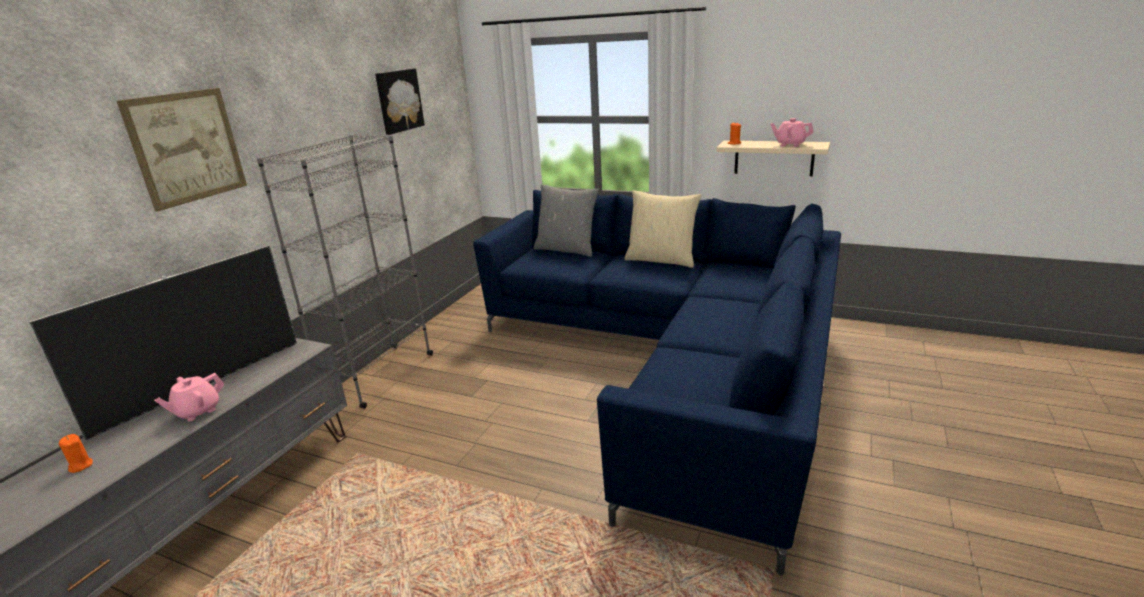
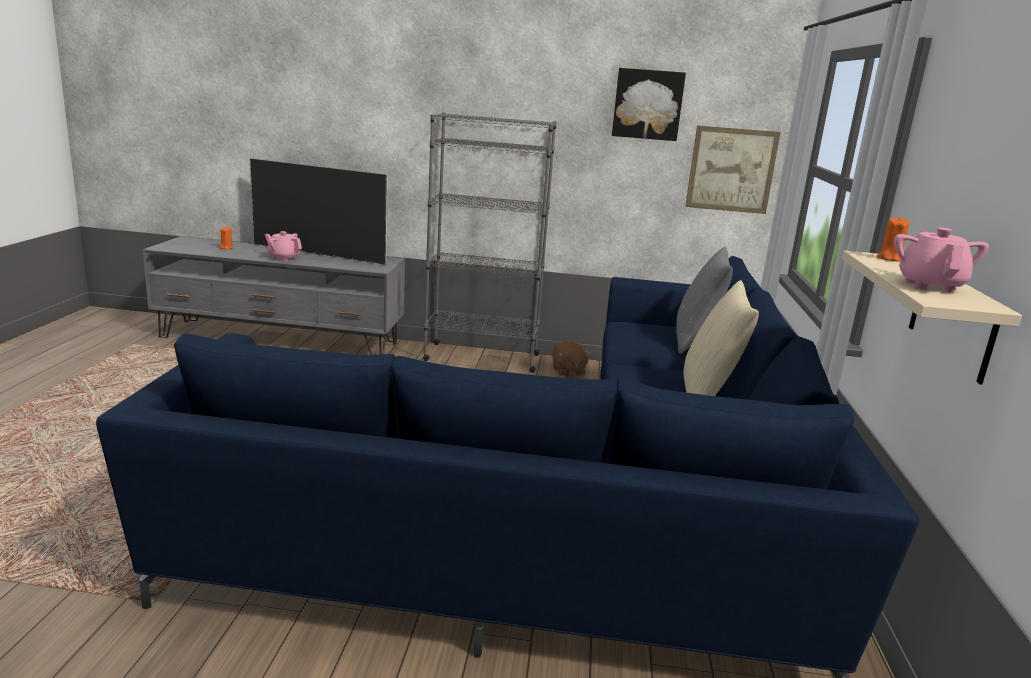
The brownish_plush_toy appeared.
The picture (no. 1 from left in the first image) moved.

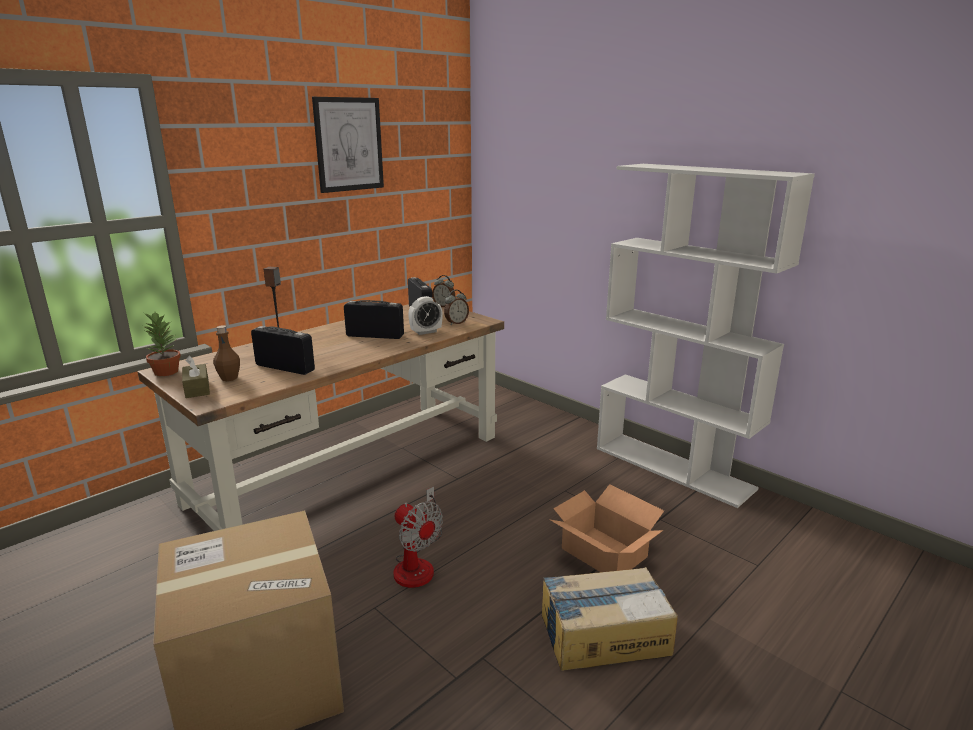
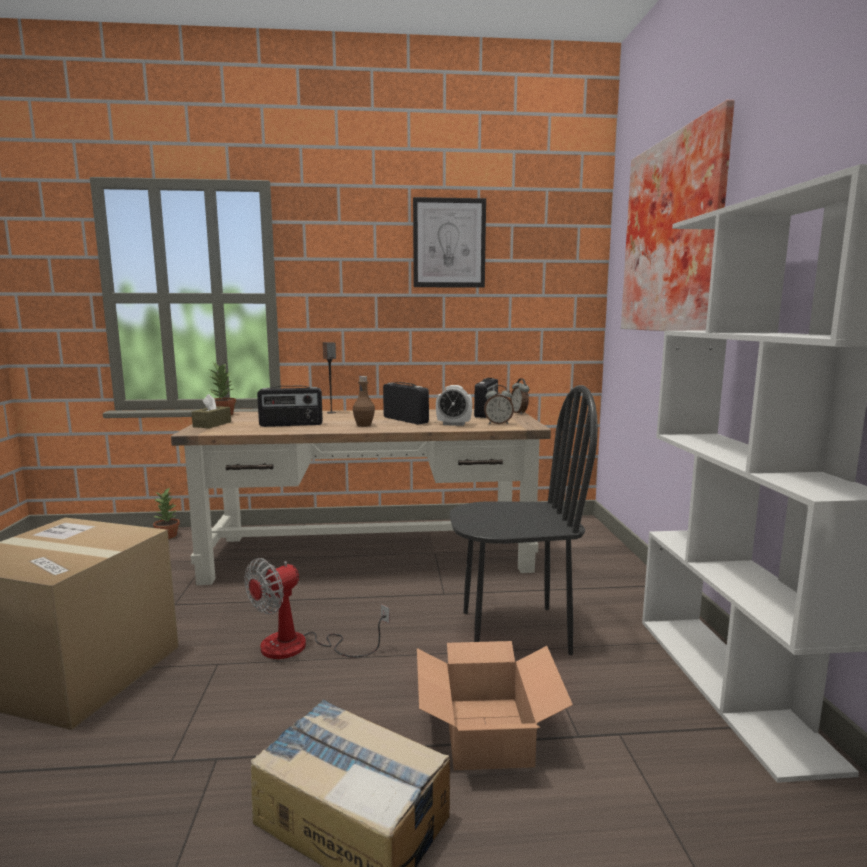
The houseplant (no. 1 from left) appeared.
The blackish_plain_chair appeared.
The picture (no. 2 from left) appeared.
The brownish_drink_bottle moved.
The radio_set (no. 1 from left) turned 105 degrees clockwise.
The cooling_fan turned 45 degrees clockwise.

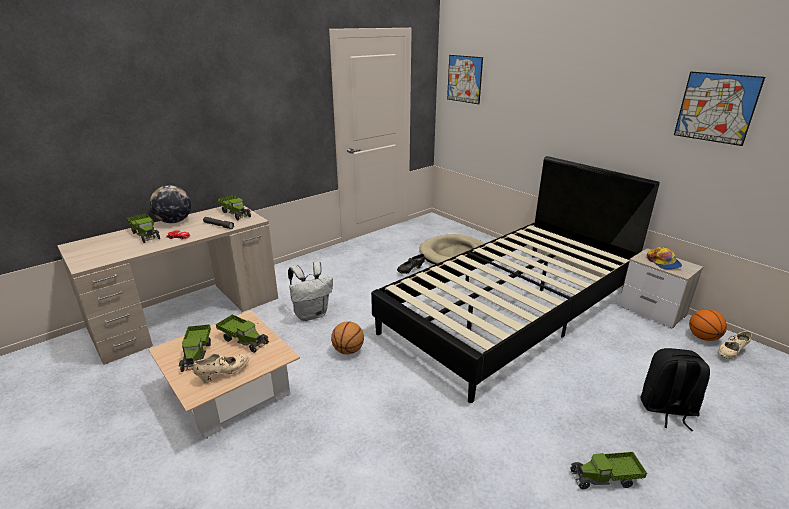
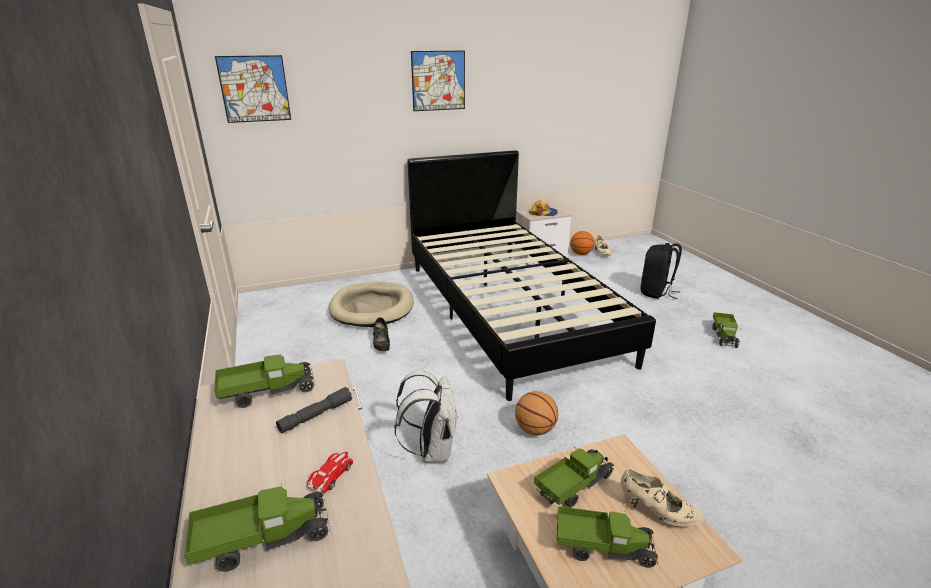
The desk_globe disappeared.
The picture (no. 2 from left) moved.
The sand-coloured_item_of_footwear (no. 1 from left in the first image) turned 135 degrees clockwise.

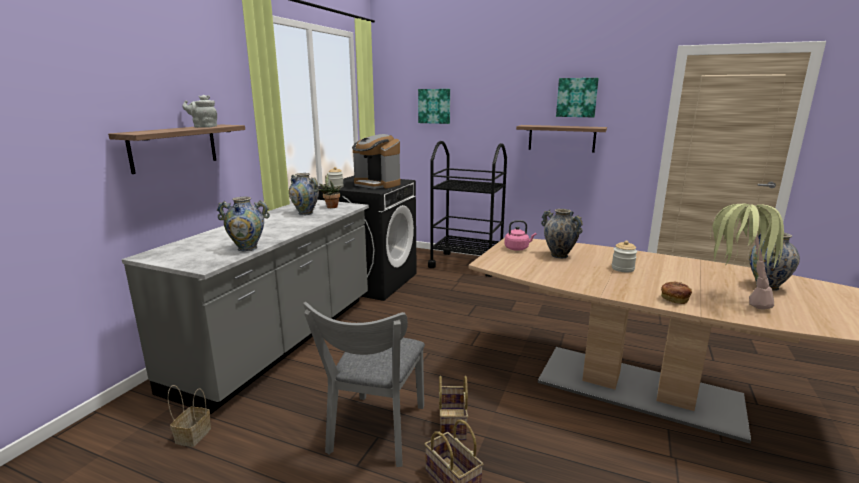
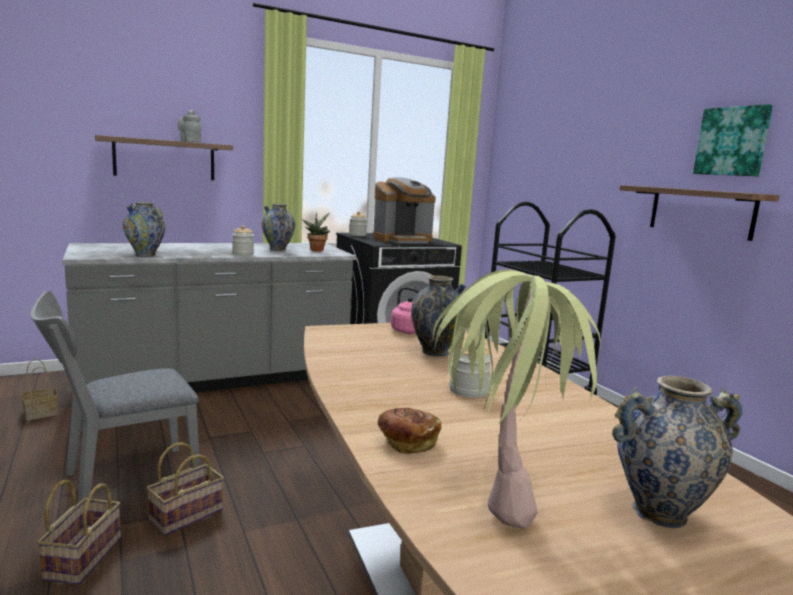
The picture (no. 1 from left) disappeared.
The preserve_jar (no. 1 from left) appeared.
The coffee_machine turned 105 degrees counterclockwise.

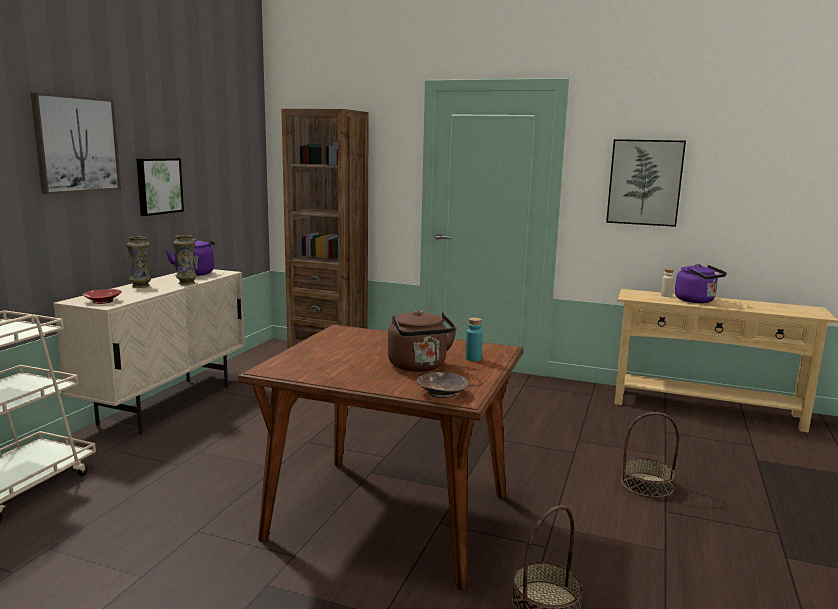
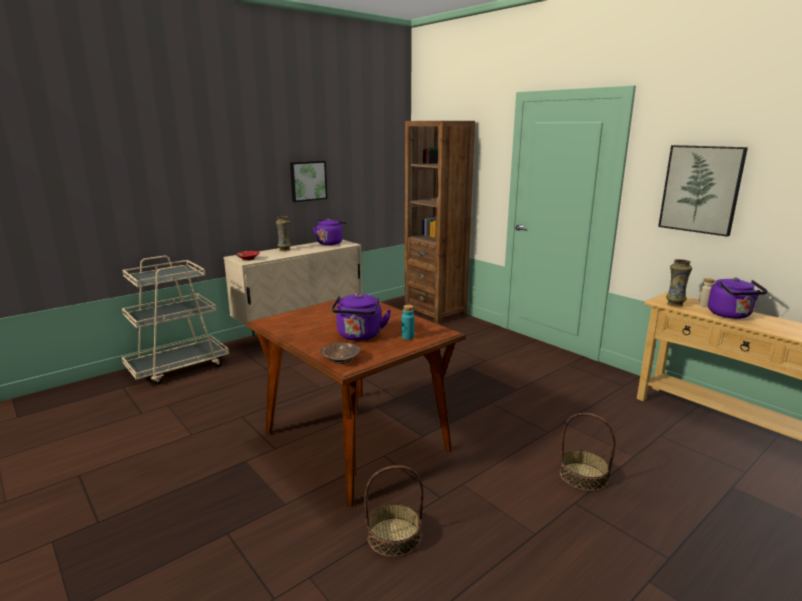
The picture (no. 1 from left) disappeared.
The vase (no. 2 from left) moved.
The brownish_water_kettle became the purple_water_kettle (no. 2 from left).

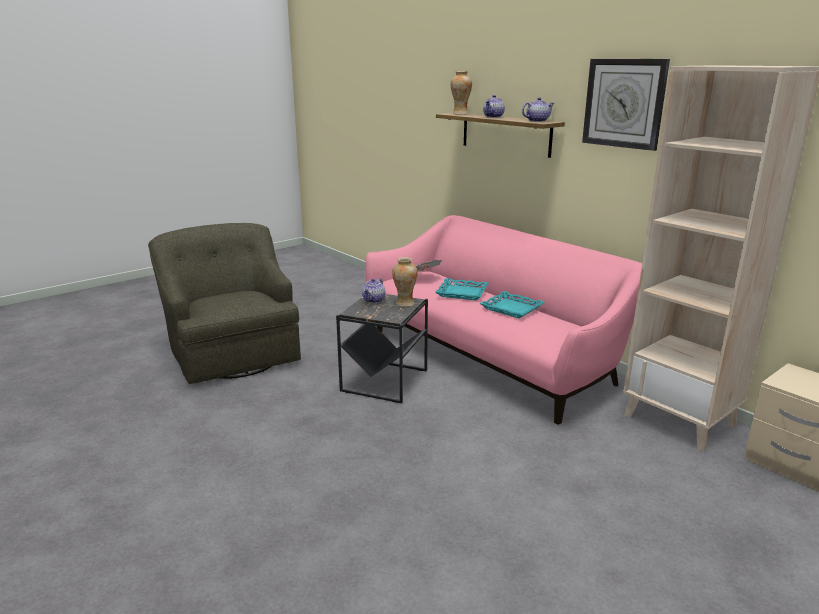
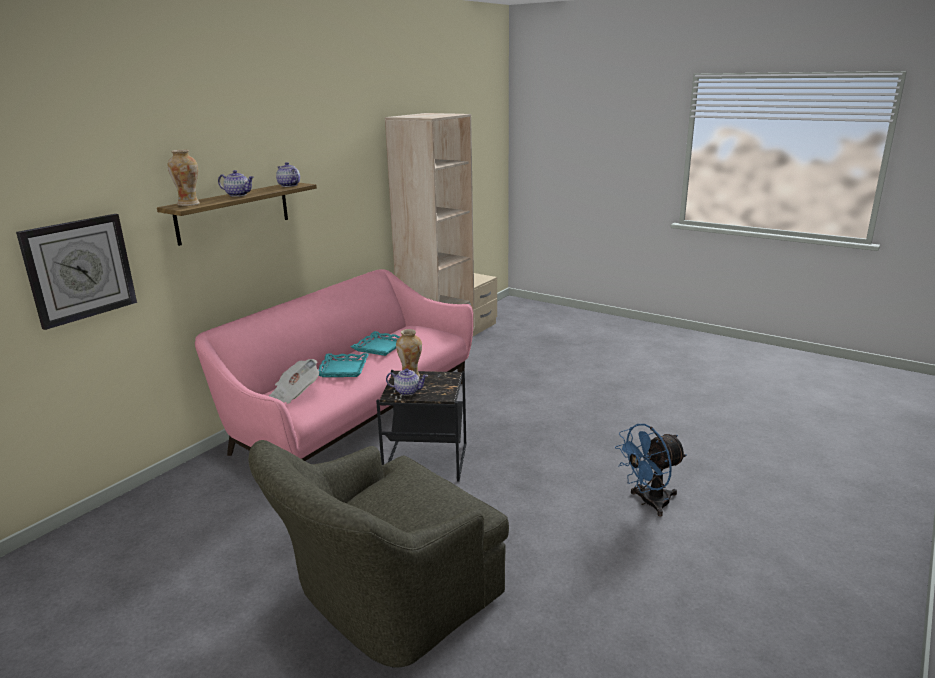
The bluish_cooling_fan appeared.
The wall_clock moved.

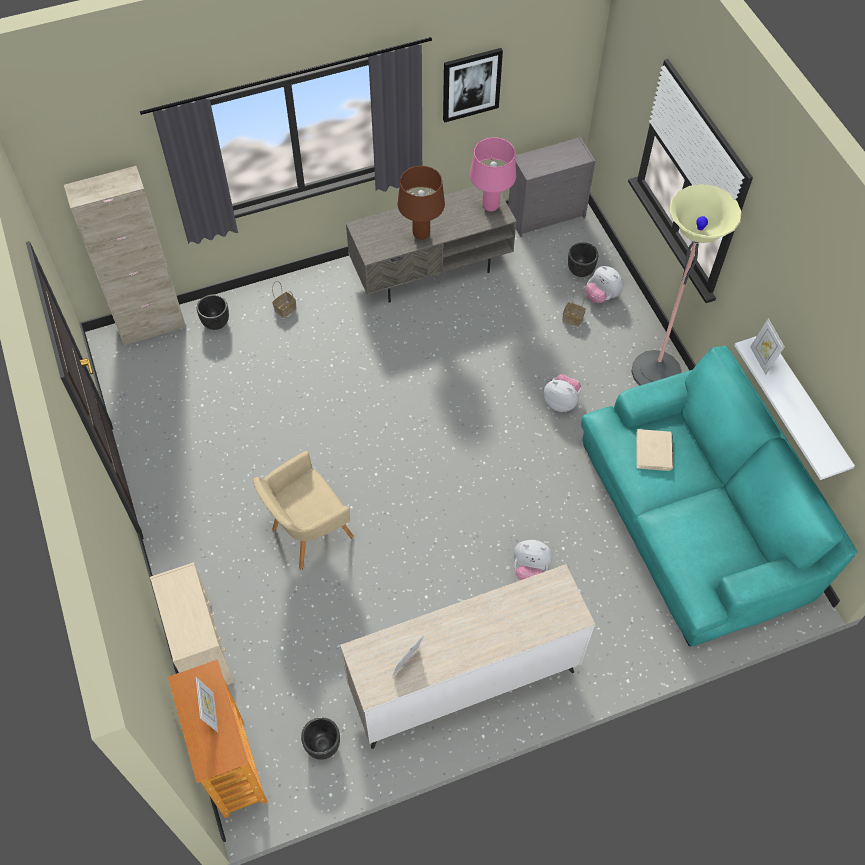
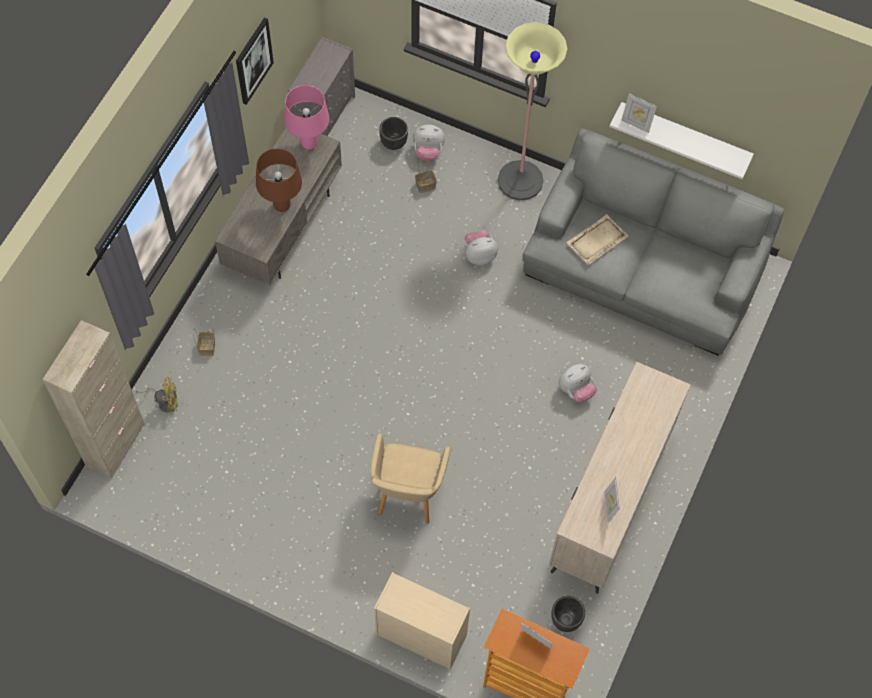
The blackish_planter (no. 1 from left) was replaced by the yellow-coloured_cooling_fan.
The sand-coloured_book was replaced by the sand-coloured_carrying_tray.
The turquoise-coloured_sofa became the gray_sofa.

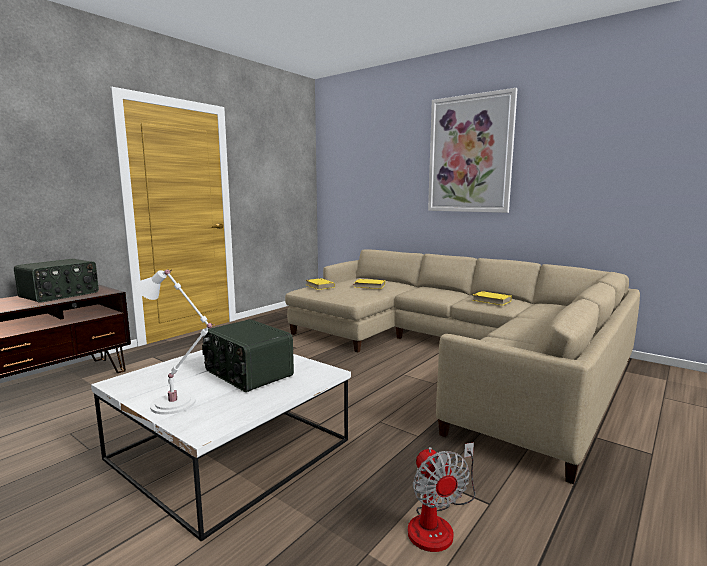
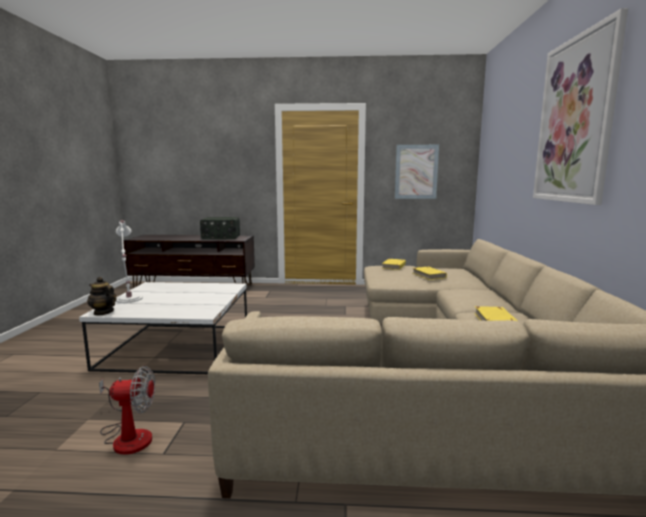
The radio_set (no. 2 from left) disappeared.
The pot_for_tea appeared.
The picture (no. 1 from left) appeared.
The cooling_fan turned 135 degrees counterclockwise.

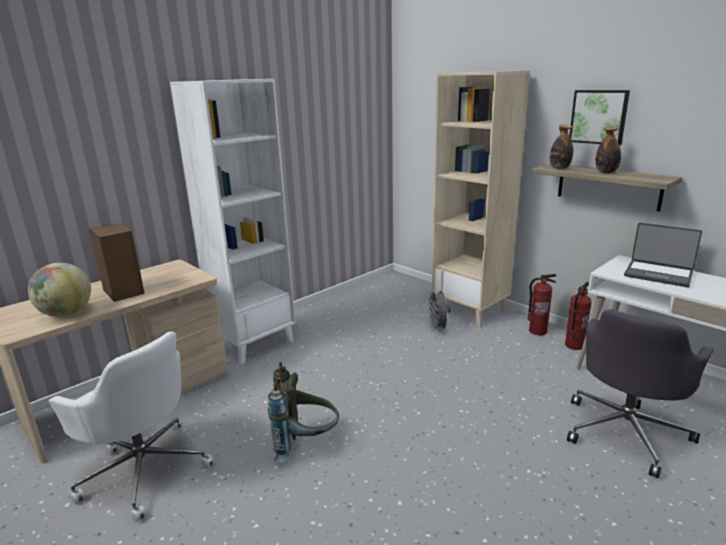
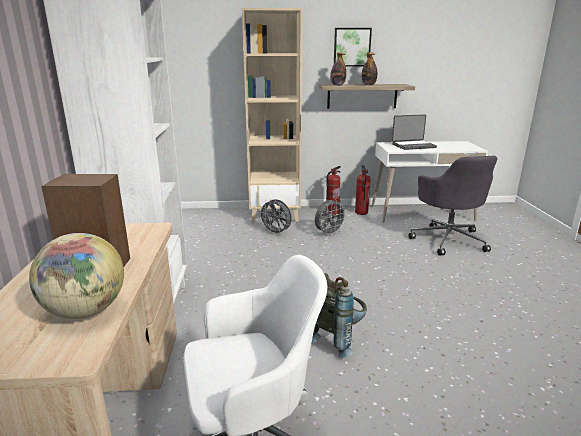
The gray_cooling_fan (no. 2 from left) appeared.

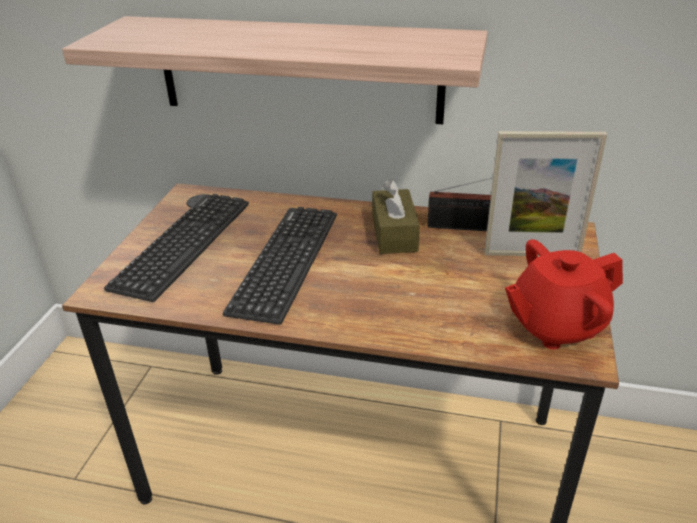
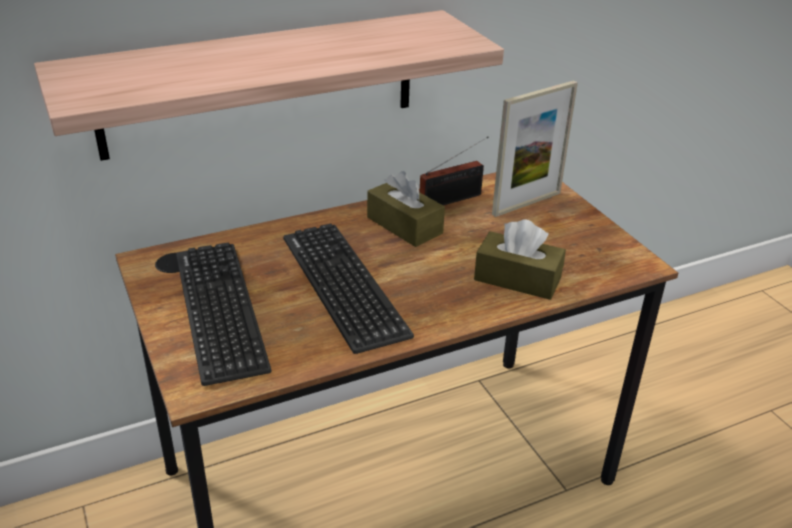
The red_pot_for_tea disappeared.
The brownish_box_of_tissues (no. 2 from left) appeared.

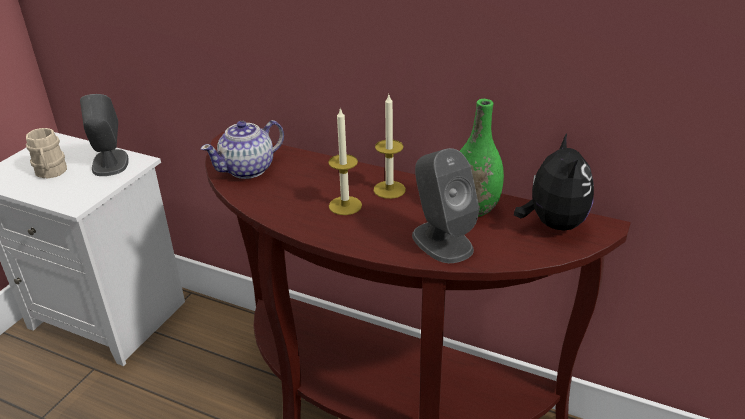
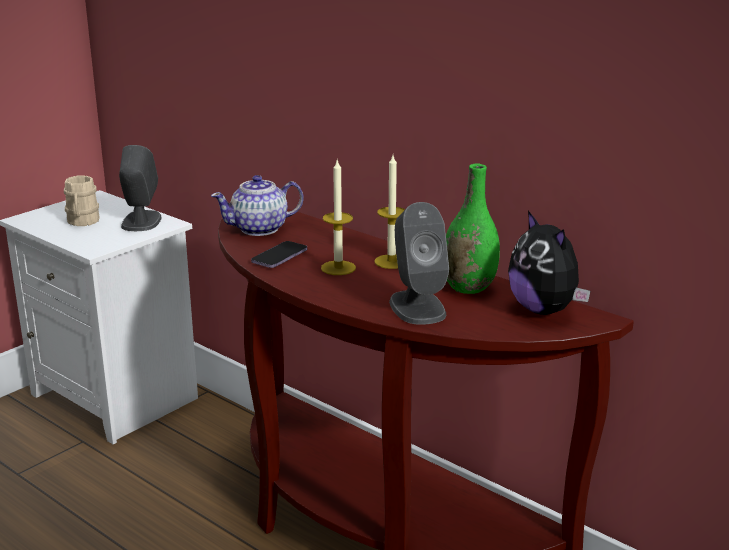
The telephone appeared.
The plush_toy turned 135 degrees clockwise.

